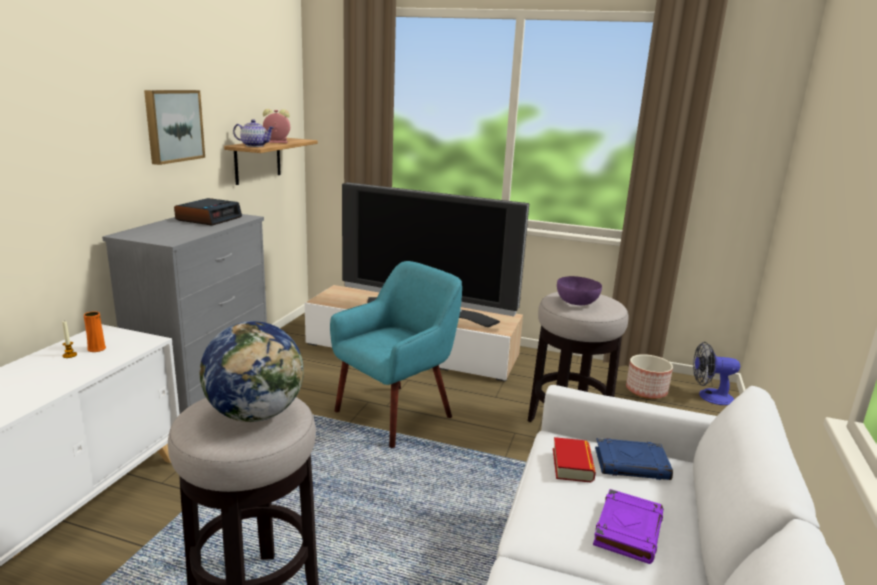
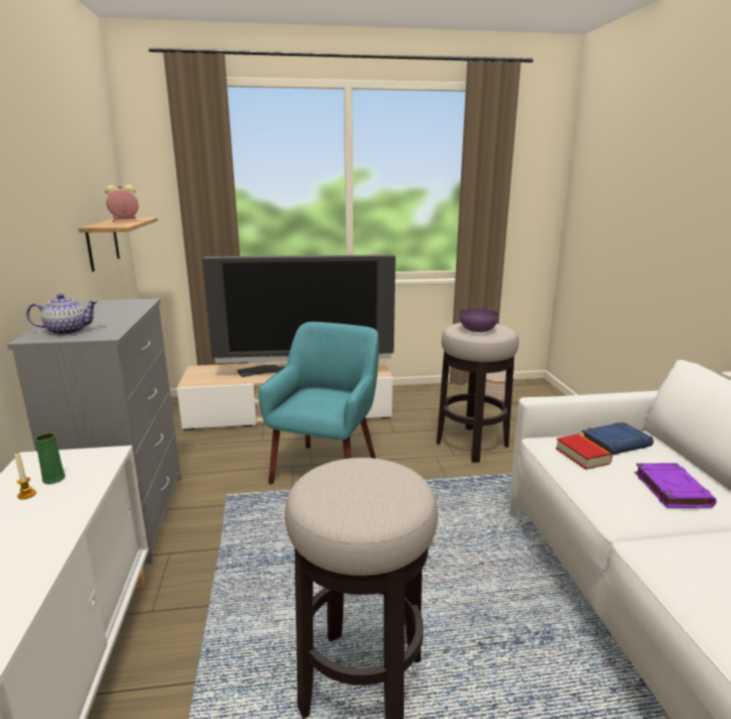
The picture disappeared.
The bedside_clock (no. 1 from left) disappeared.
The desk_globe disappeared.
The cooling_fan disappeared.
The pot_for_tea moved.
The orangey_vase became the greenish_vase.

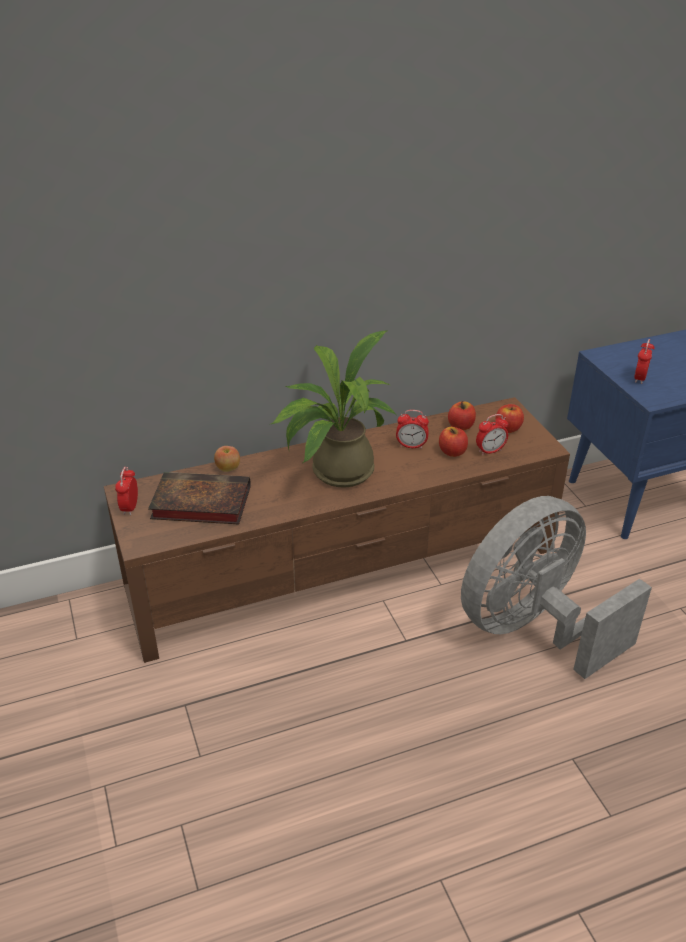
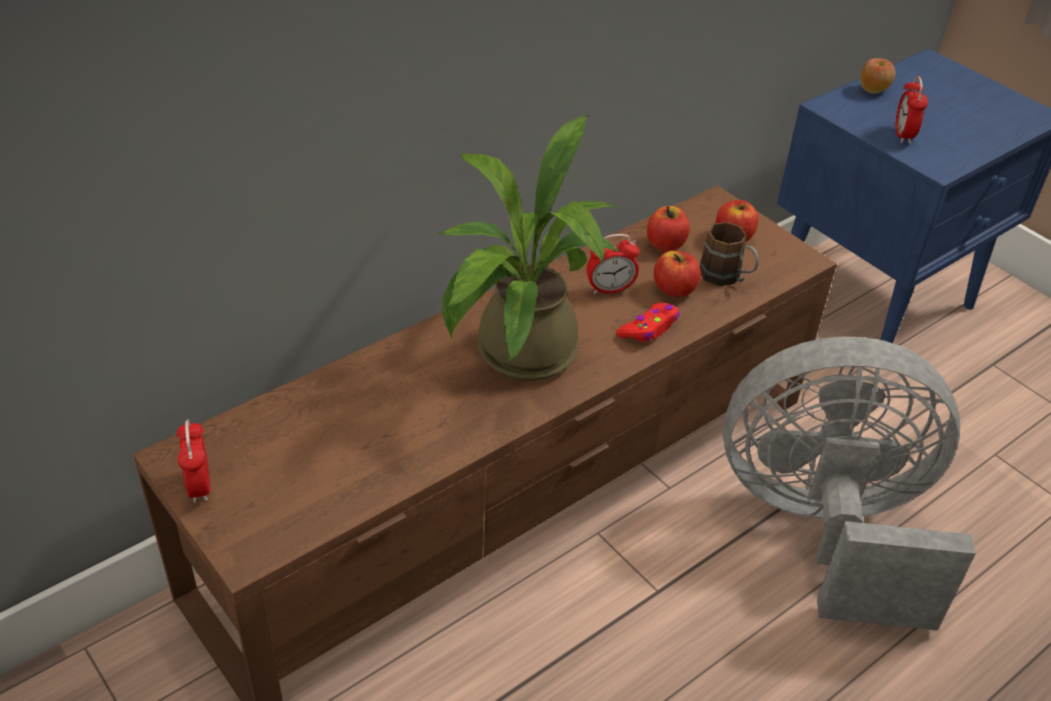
The book disappeared.
The red_joypad appeared.
The whole_apple (no. 1 from left in the first image) moved.
The bedside_clock (no. 3 from left) was replaced by the brownish_coffee_mug.
The gray_cooling_fan turned 60 degrees clockwise.

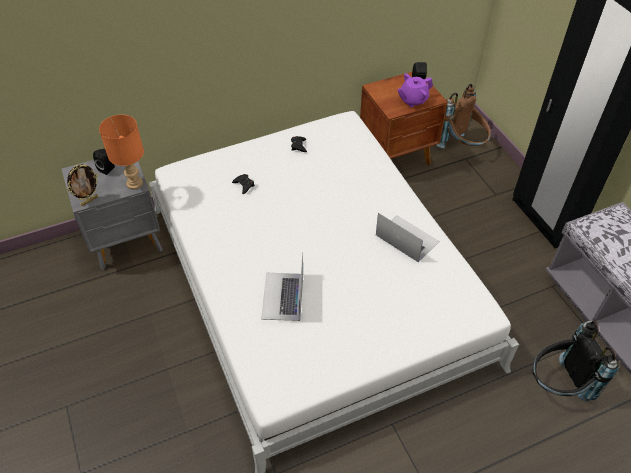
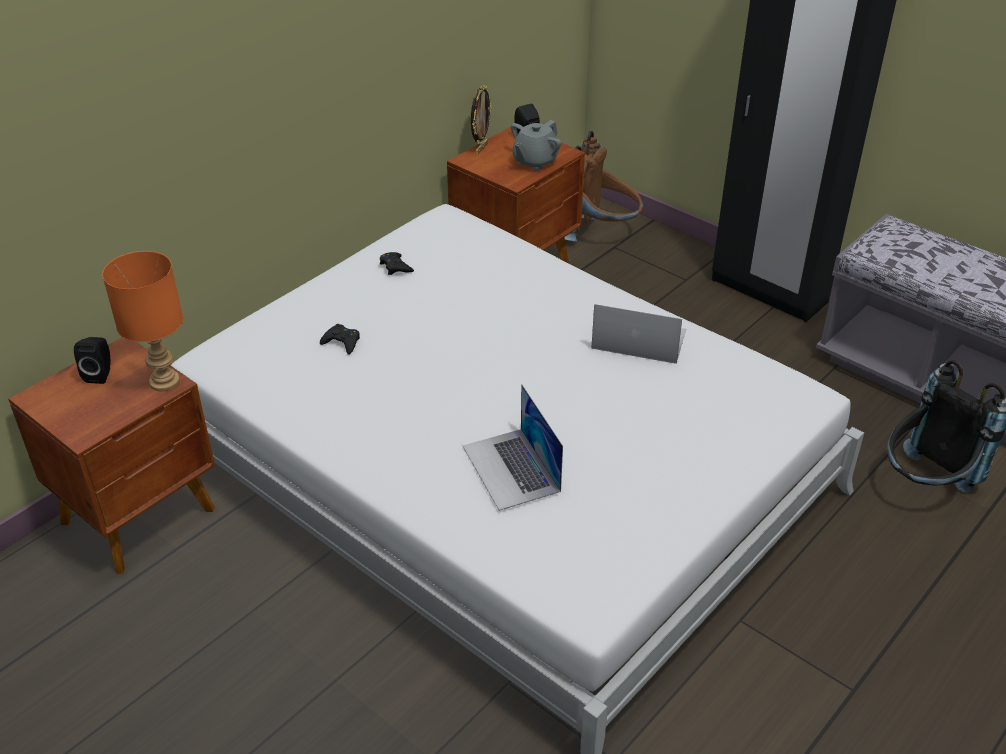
The picture_frame moved.
The gray_nightstand became the brownish_nightstand (no. 1 from left).
The purple_pot_for_tea became the gray_pot_for_tea.

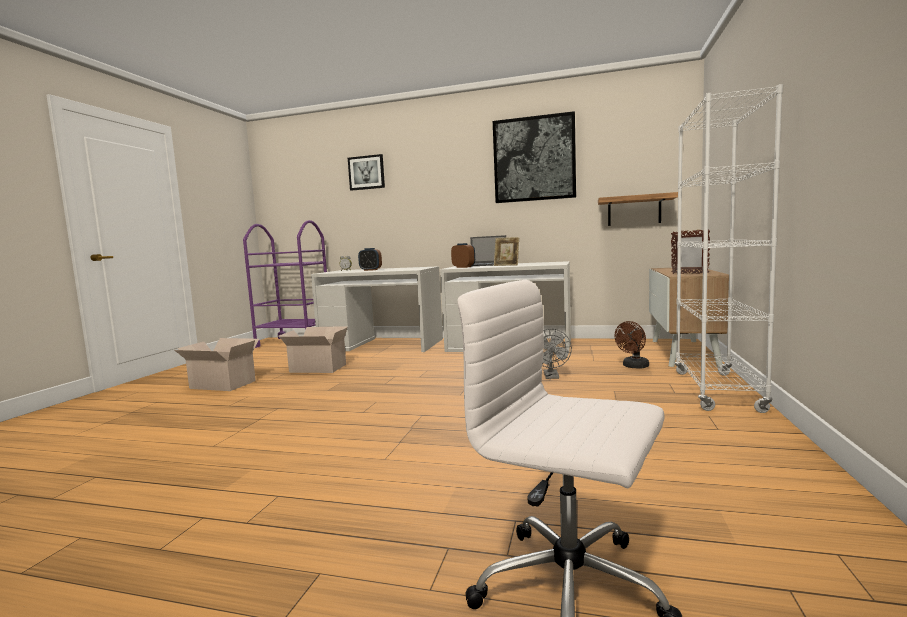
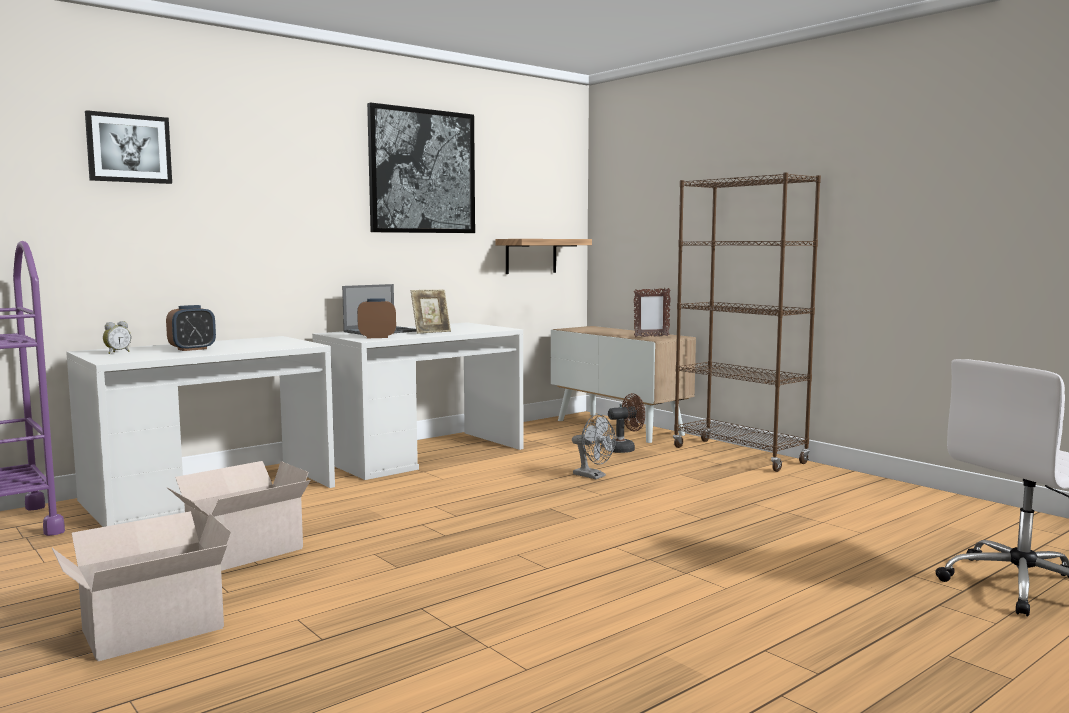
The whitish_bookshelf became the brownish_bookshelf.
The brownish_cooling_fan turned 105 degrees counterclockwise.

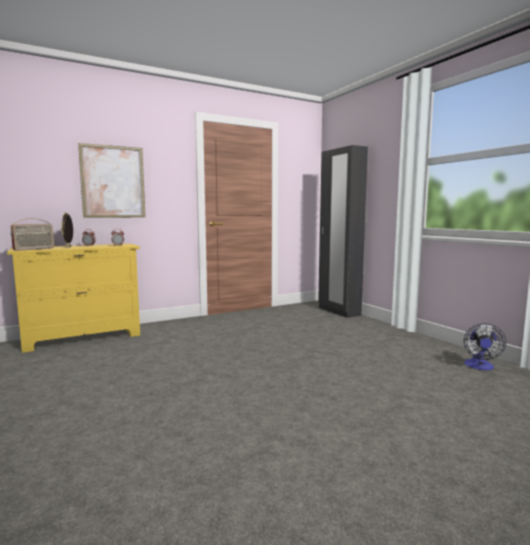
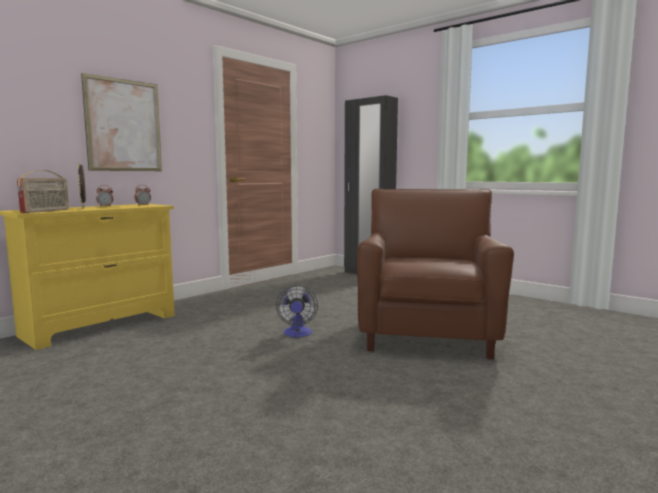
The brownish_armchair appeared.
The cooling_fan moved.

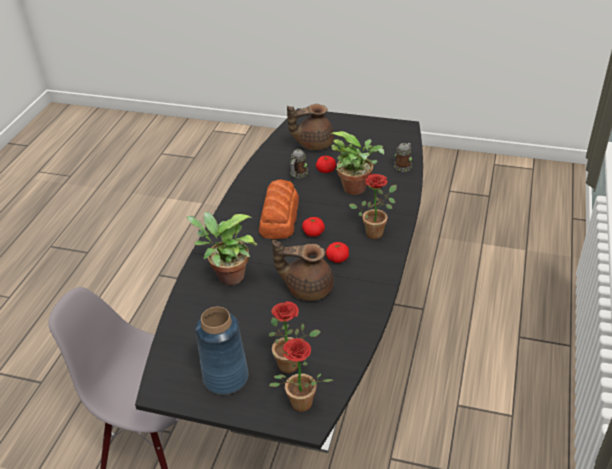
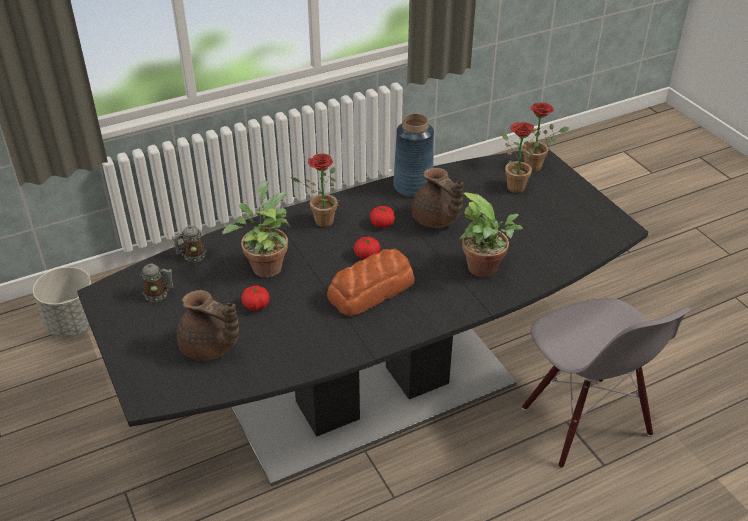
The gray_planter appeared.
The bluish_vase moved.
The coffee_mug (no. 1 from left) moved.

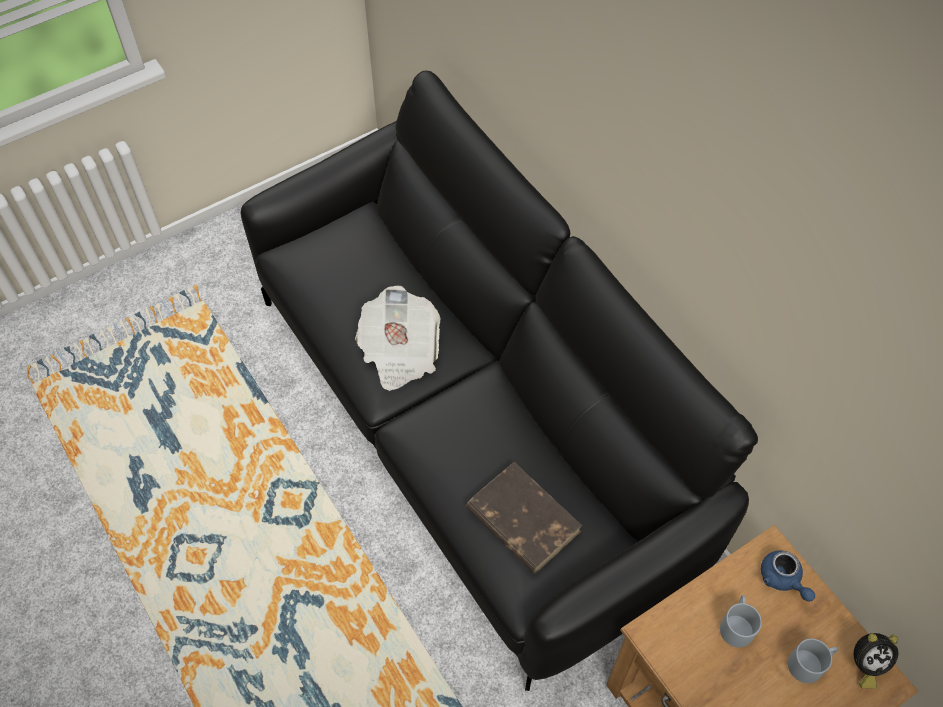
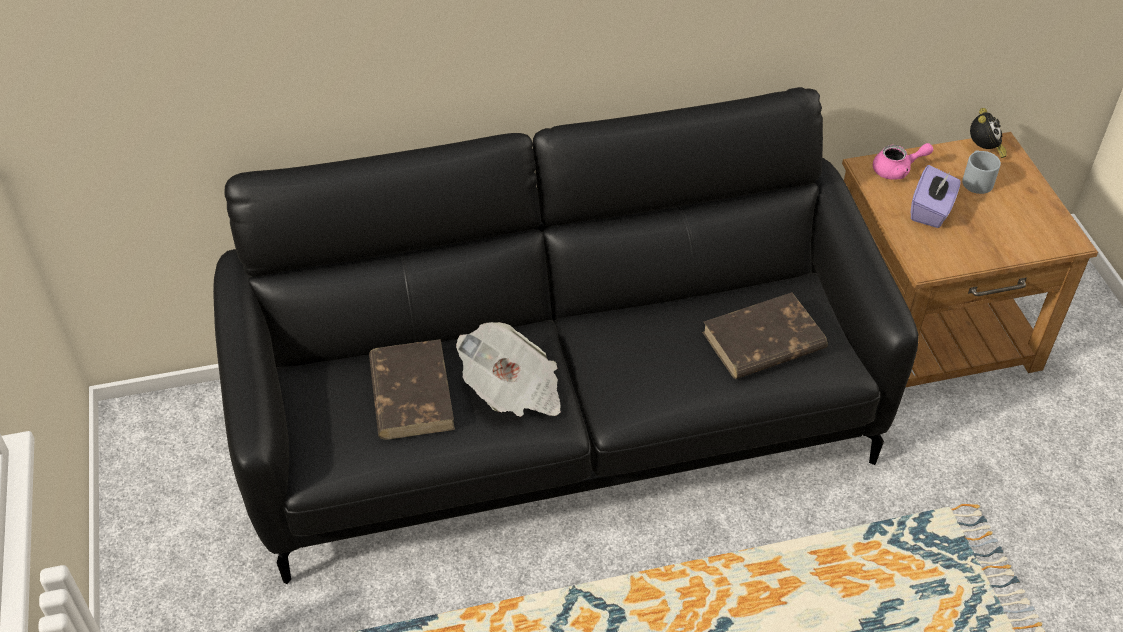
The brownish_book (no. 1 from left) appeared.
The gray_coffee_mug (no. 1 from left) was replaced by the purple_box_of_tissues.
The bluish_pot_for_tea became the pink_pot_for_tea.

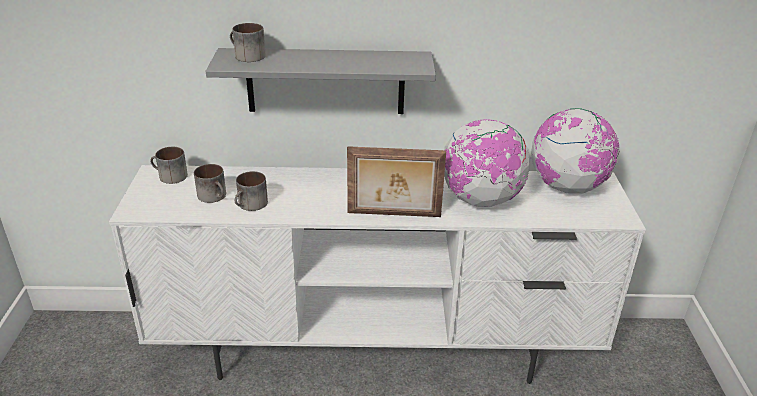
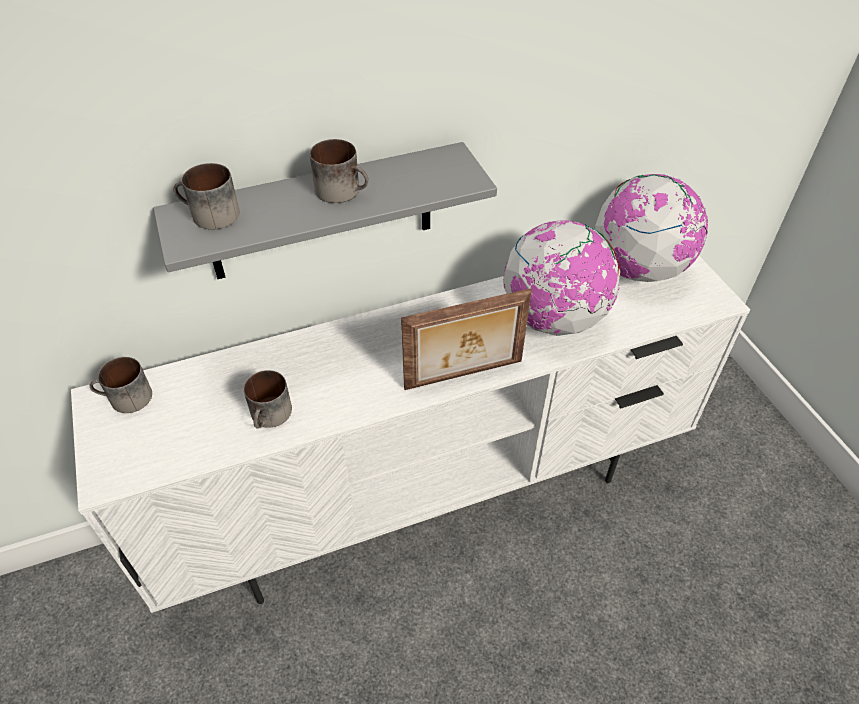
The coffee_mug (no. 2 from left in the first image) moved.

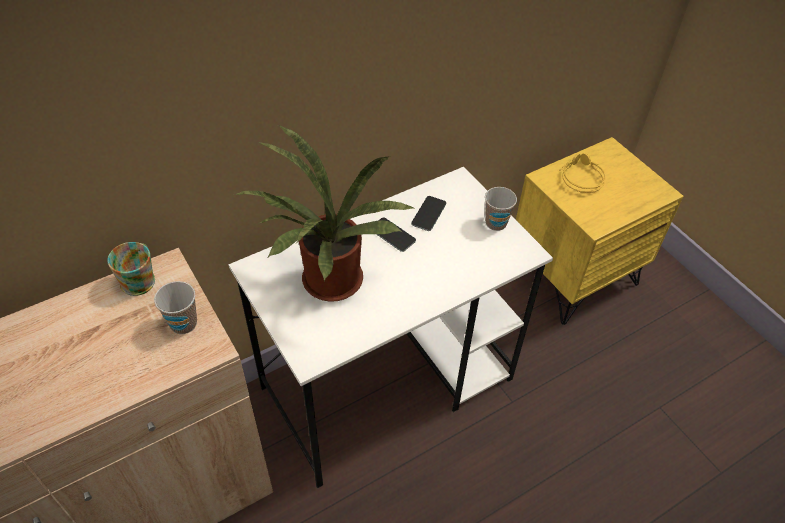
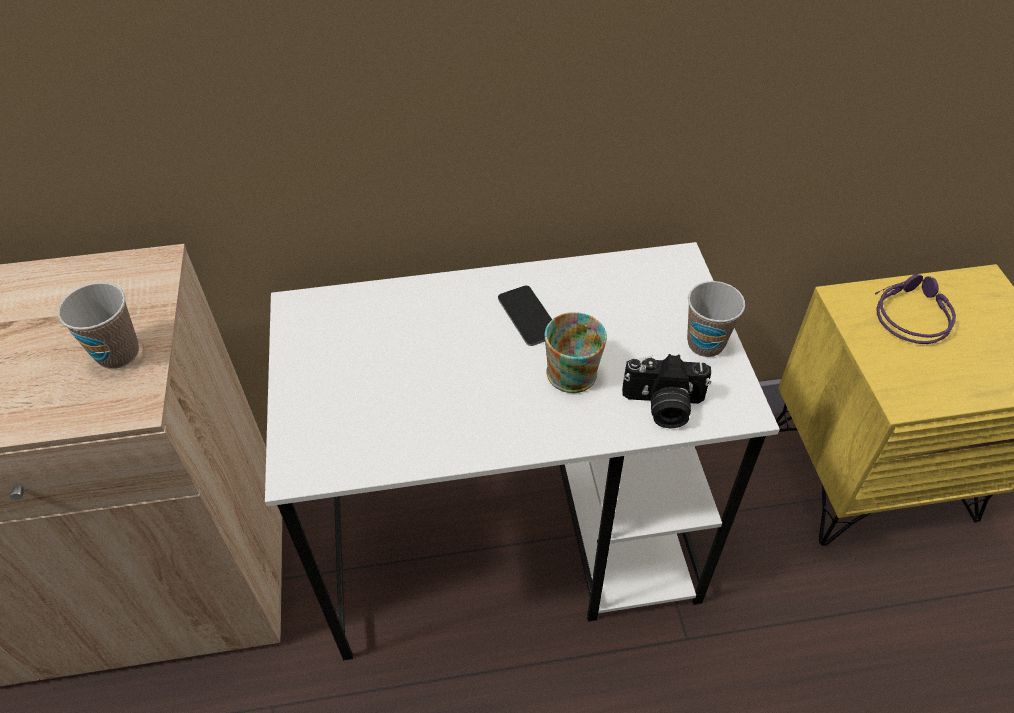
The houseplant disappeared.
The telephone (no. 2 from left) disappeared.
The still_camera appeared.
The coffee_mug moved.
The yellow-coloured_headset became the purple_headset.

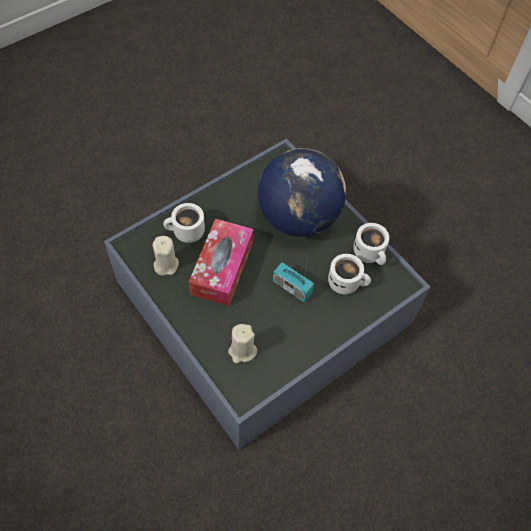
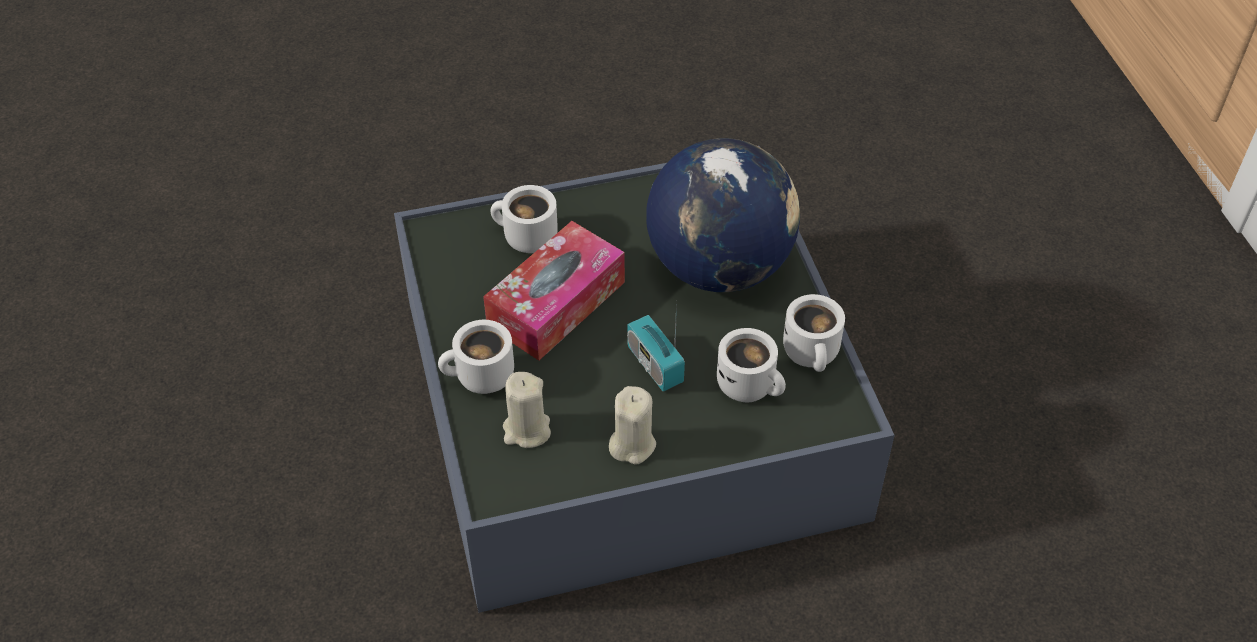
The whitish_coffee_mug (no. 1 from left) appeared.
The sand-coloured_wax_light (no. 1 from left in the first image) moved.

